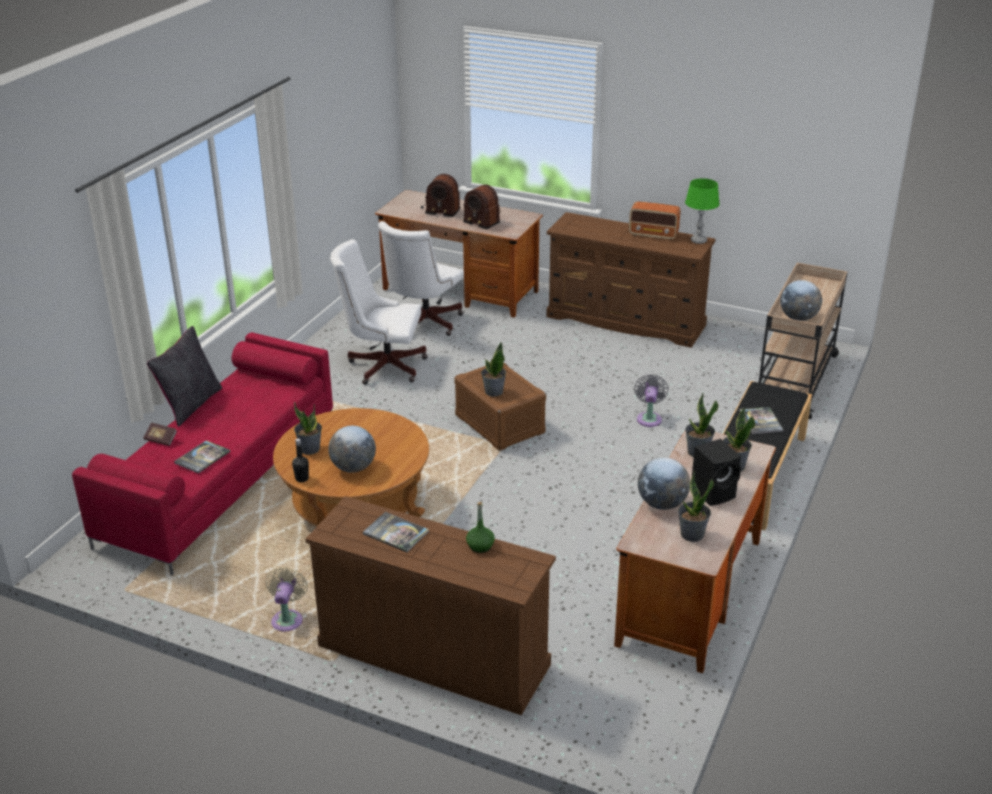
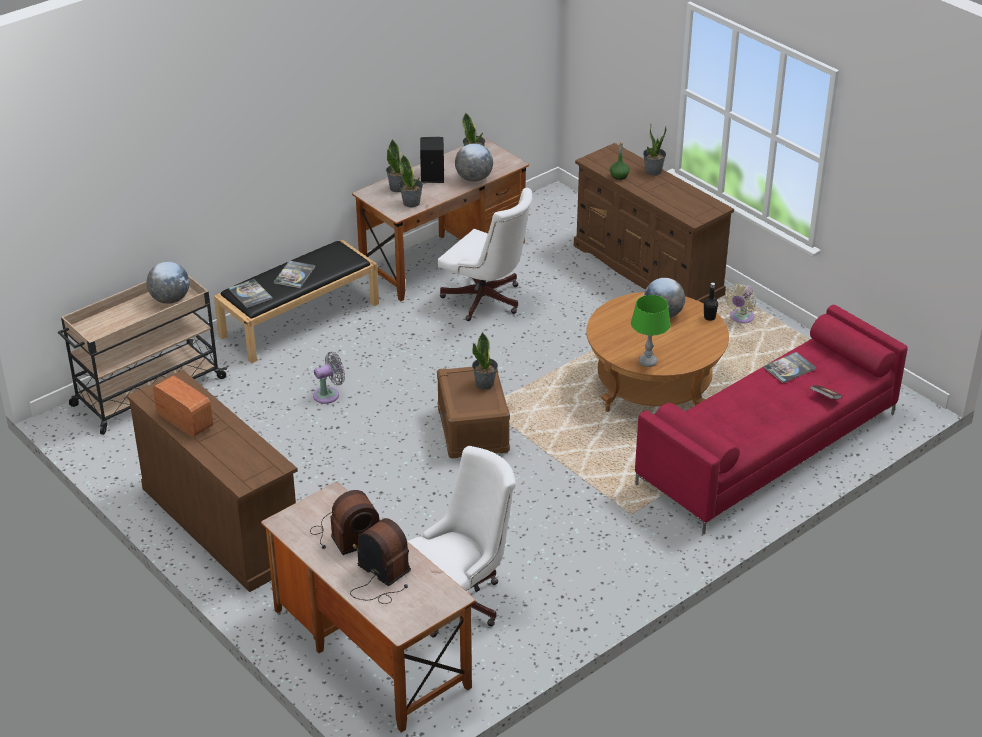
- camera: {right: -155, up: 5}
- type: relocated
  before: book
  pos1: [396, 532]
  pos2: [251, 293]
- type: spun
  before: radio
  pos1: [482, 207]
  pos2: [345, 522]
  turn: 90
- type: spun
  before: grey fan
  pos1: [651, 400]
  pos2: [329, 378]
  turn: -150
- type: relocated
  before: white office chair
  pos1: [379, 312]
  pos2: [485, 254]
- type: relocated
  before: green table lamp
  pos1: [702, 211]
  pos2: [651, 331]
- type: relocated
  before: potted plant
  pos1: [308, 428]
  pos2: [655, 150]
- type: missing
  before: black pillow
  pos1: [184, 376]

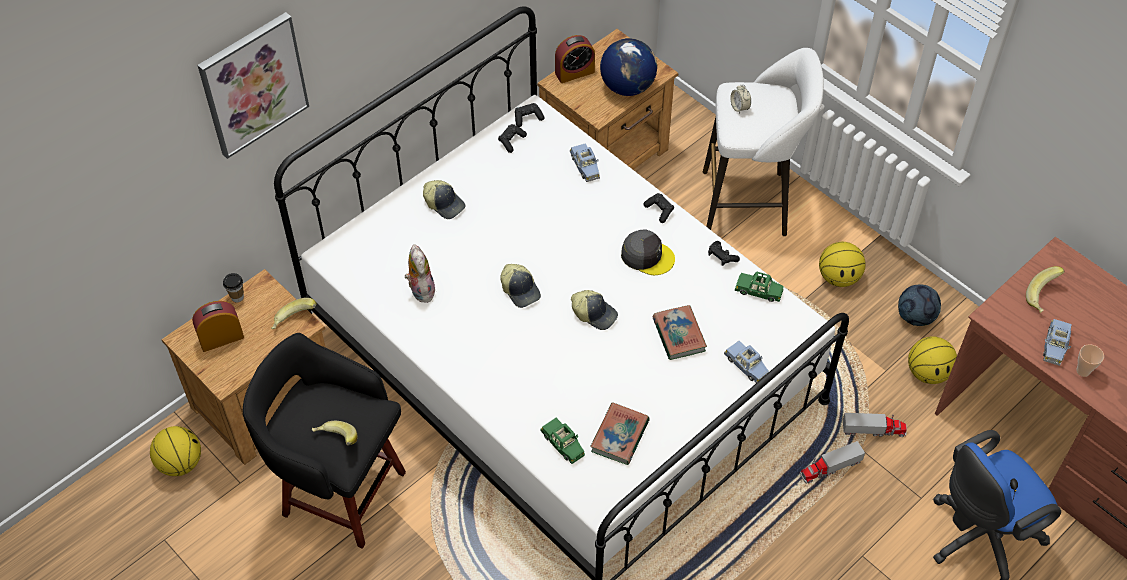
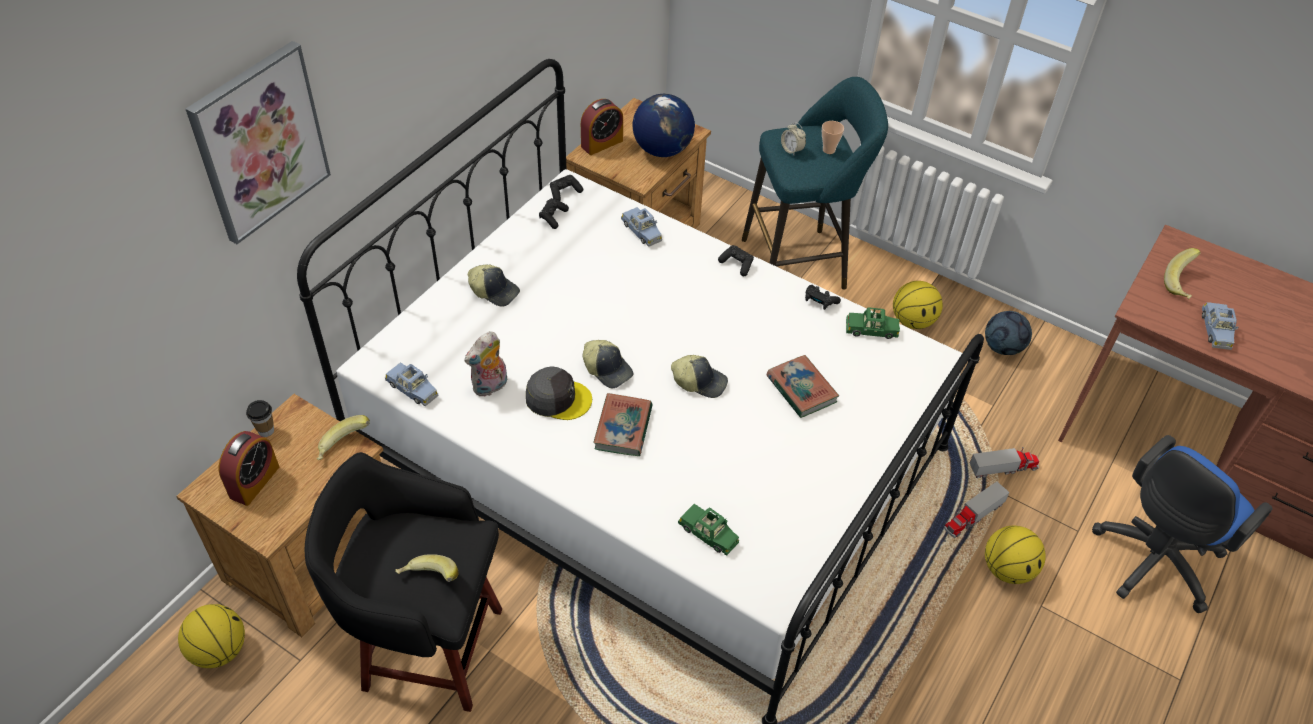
- camera: {right: -15, up: -5}
- type: spun
  before: alarm clock
  pos1: [218, 326]
  pos2: [249, 468]
  turn: 150
- type: relocated
  before: blue toy car
  pos1: [746, 362]
  pos2: [412, 384]
- type: spun
  before: plush toy
  pos1: [420, 273]
  pos2: [485, 363]
  turn: -105
- type: relocated
  before: grey cap
  pos1: [648, 252]
  pos2: [559, 393]
- type: relocated
  before: book
  pos1: [620, 433]
  pos2: [623, 424]
- type: colour
  before: white stool
  after: turquoise stool
  pos1: [763, 142]
  pos2: [815, 183]
- type: relocated
  before: cup
  pos1: [1090, 360]
  pos2: [833, 137]
- type: relocated
  before: basketball
  pos1: [932, 360]
  pos2: [1015, 555]

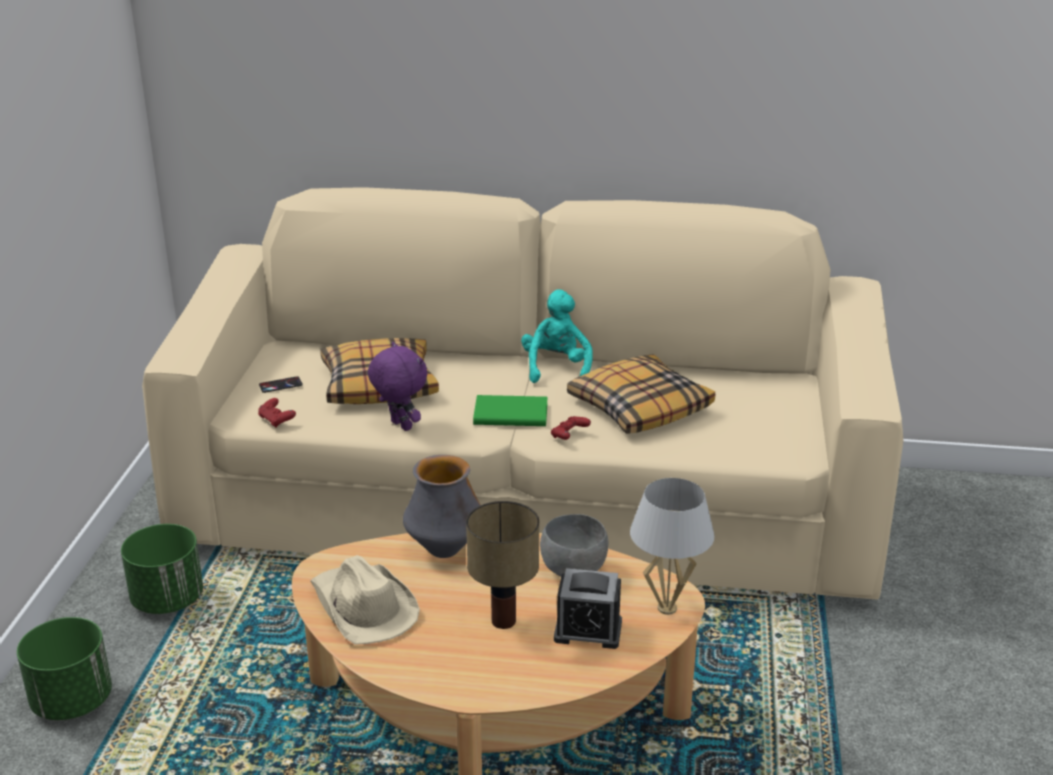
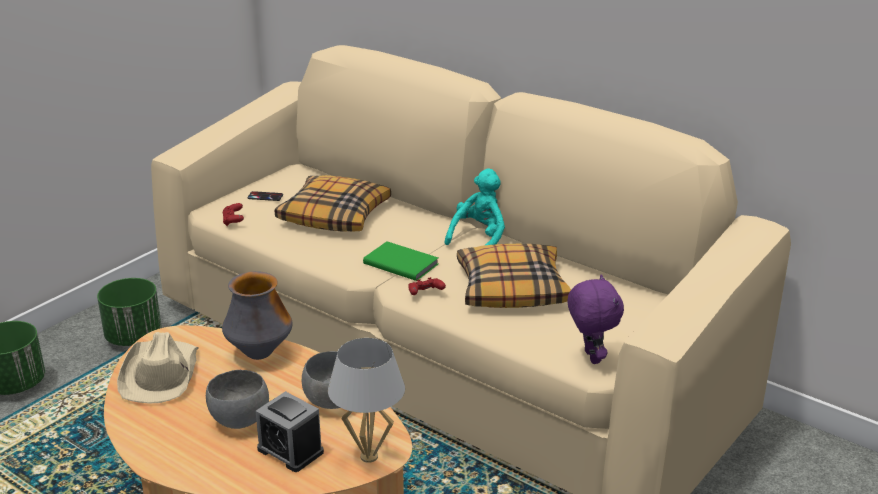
- camera: {right: 30, up: 0}
- type: exchanged
  before: table lamp
  after: grey bowl
  pos1: [502, 565]
  pos2: [237, 399]
- type: relocated
  before: purple plush toy
  pos1: [397, 386]
  pos2: [595, 319]

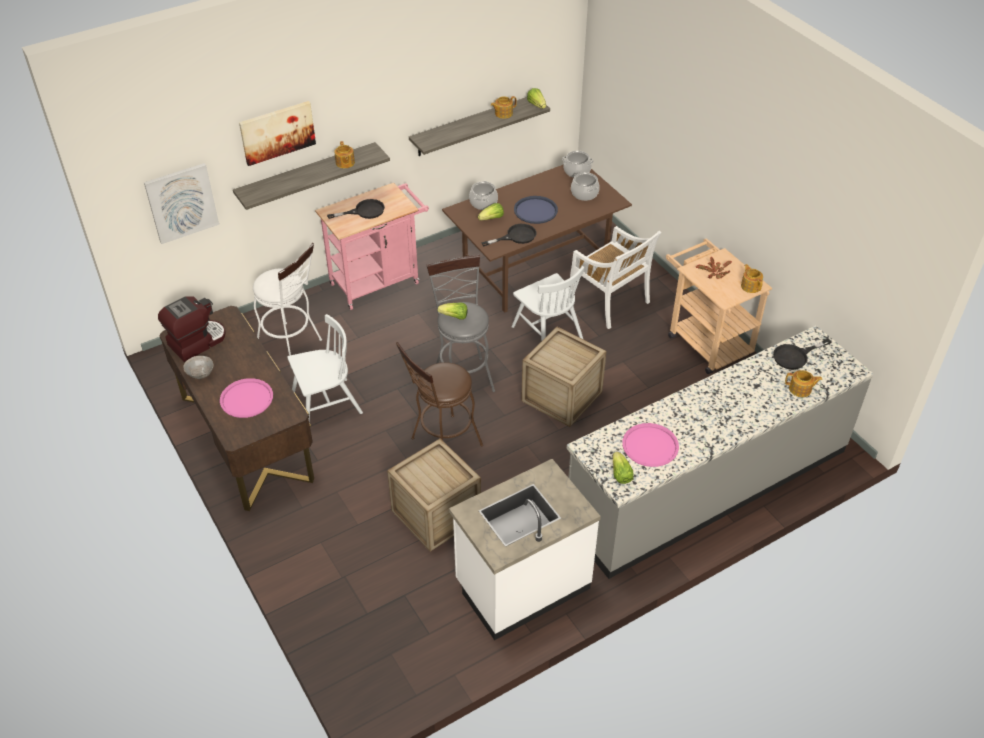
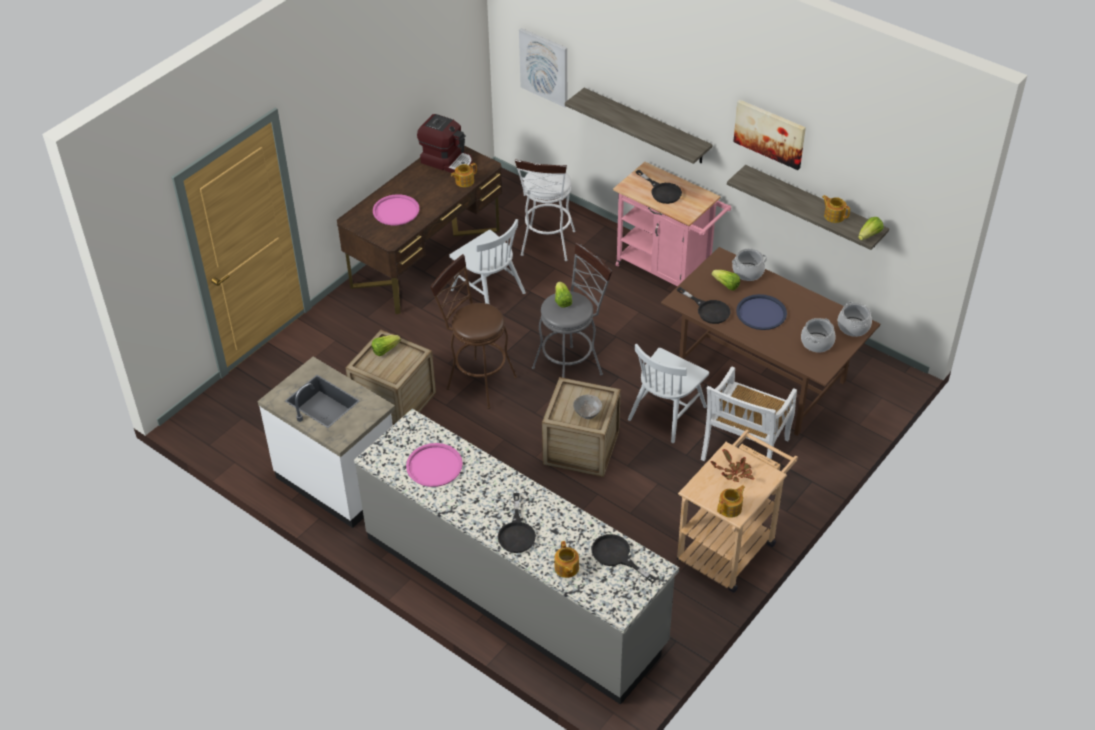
- camera: {right: 70, up: 0}
- type: relocated
  before: lettuce
  pos1: [623, 468]
  pos2: [386, 345]
- type: relocated
  before: teapot
  pos1: [344, 154]
  pos2: [464, 175]
- type: appeared
  after: black frying pan
  pos2: [517, 523]
- type: relocated
  before: grey bowl
  pos1: [198, 367]
  pos2: [587, 406]
- type: relocated
  before: picture
  pos1: [277, 133]
  pos2: [769, 135]

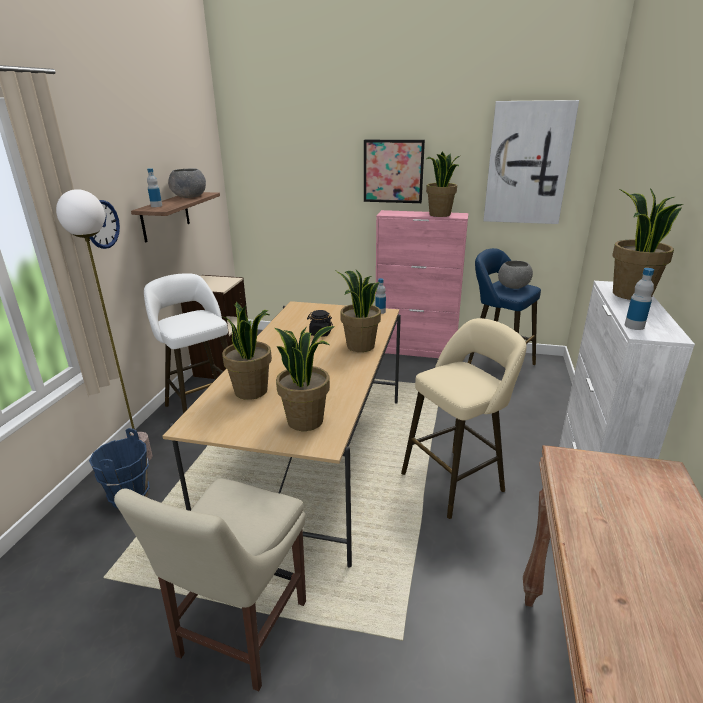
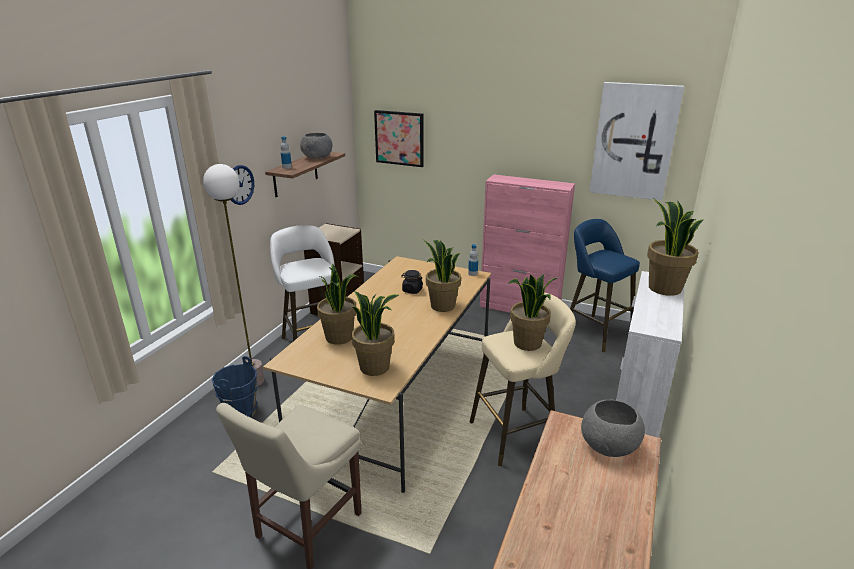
- camera: {right: 10, up: 0}
- type: relocated
  before: picture
  pos1: [394, 171]
  pos2: [399, 138]
- type: relocated
  before: potted plant
  pos1: [443, 184]
  pos2: [532, 312]
- type: relocated
  before: grey bowl
  pos1: [515, 275]
  pos2: [613, 428]
- type: missing
  before: bottle
  pos1: [639, 299]

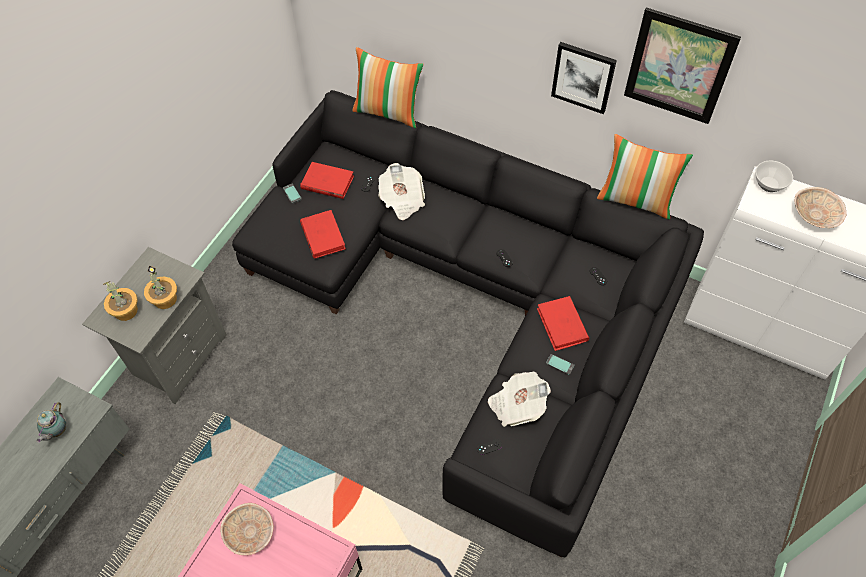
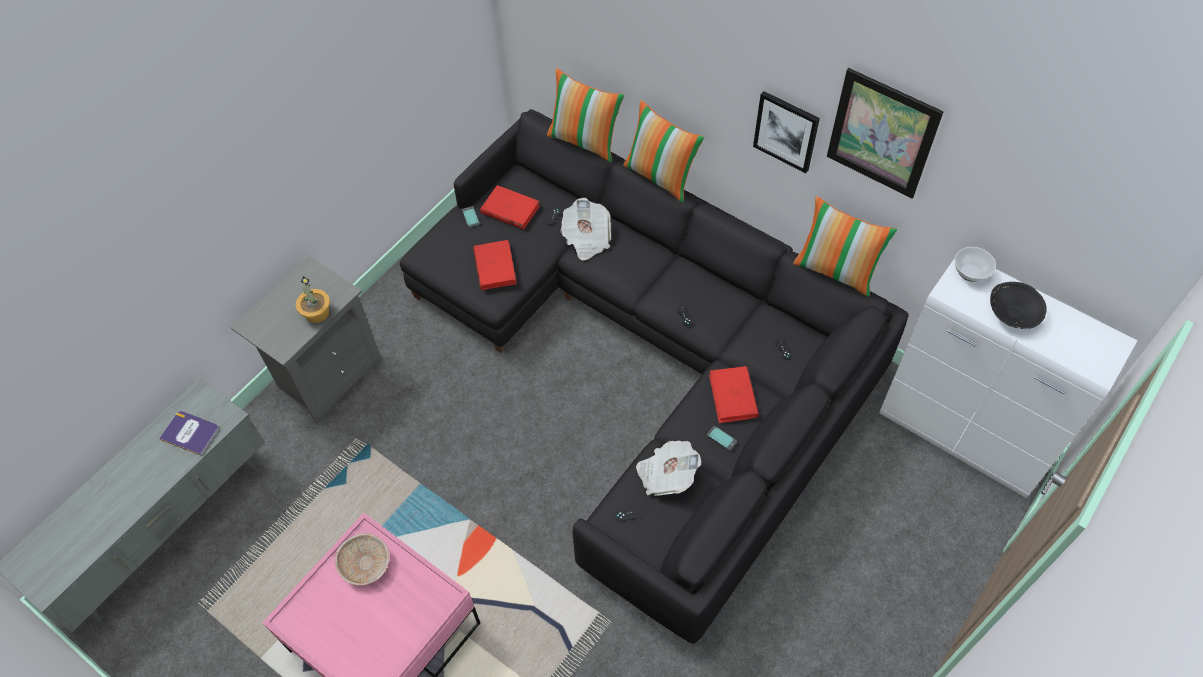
- camera: {right: 10, up: 0}
- type: exchanged
  before: teapot
  after: book
  pos1: [51, 422]
  pos2: [189, 433]
- type: appeared
  after: pillow
  pos2: [663, 151]
- type: colour
  before: beige bowl
  after: black bowl
  pos1: [820, 207]
  pos2: [1018, 305]
- type: missing
  before: potted plant
  pos1: [120, 301]

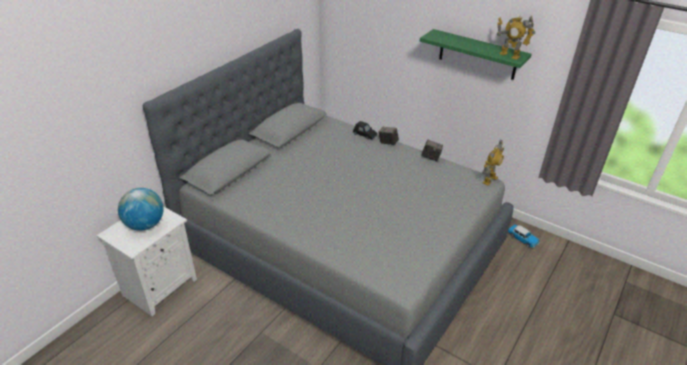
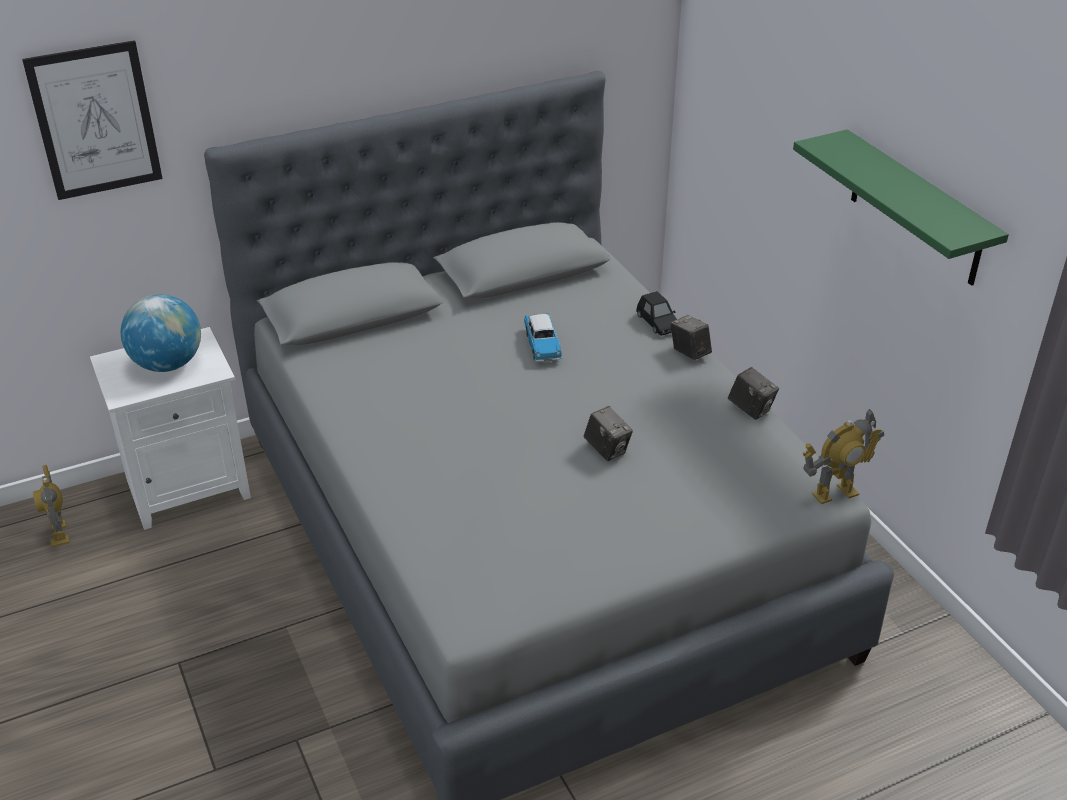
- camera: {right: 30, up: 0}
- type: appeared
  after: picture
  pos2: [92, 120]
- type: relocated
  before: toy robot
  pos1: [516, 38]
  pos2: [51, 506]
- type: relocated
  before: toy car
  pos1: [523, 236]
  pos2: [543, 337]
- type: appeared
  after: photo camera
  pos2: [608, 433]

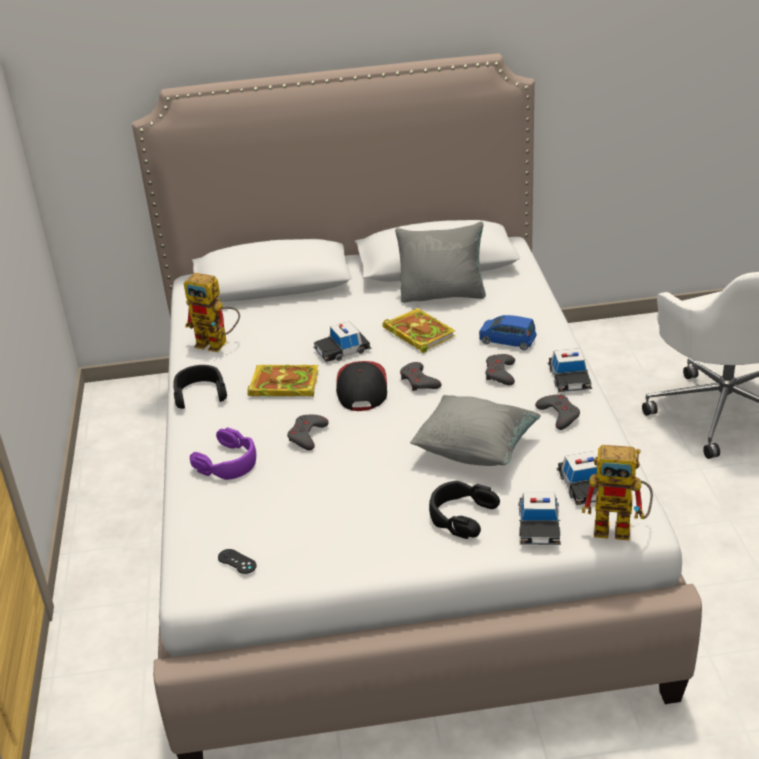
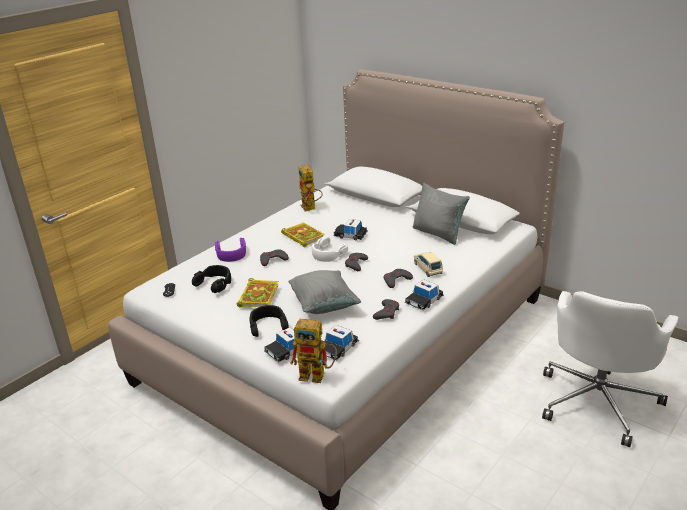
- camera: {right: 45, up: -5}
- type: relocated
  before: black headphones
  pos1: [200, 387]
  pos2: [211, 279]
- type: relocated
  before: book
  pos1: [418, 330]
  pos2: [258, 293]
- type: spun
  before: toy robot
  pos1: [617, 492]
  pos2: [313, 351]
  turn: -45
- type: exchanged
  before: cap
  after: white headphones
  pos1: [361, 386]
  pos2: [330, 249]
- type: colour
  before: blue toy car
  after: beige toy car
  pos1: [507, 333]
  pos2: [428, 264]

